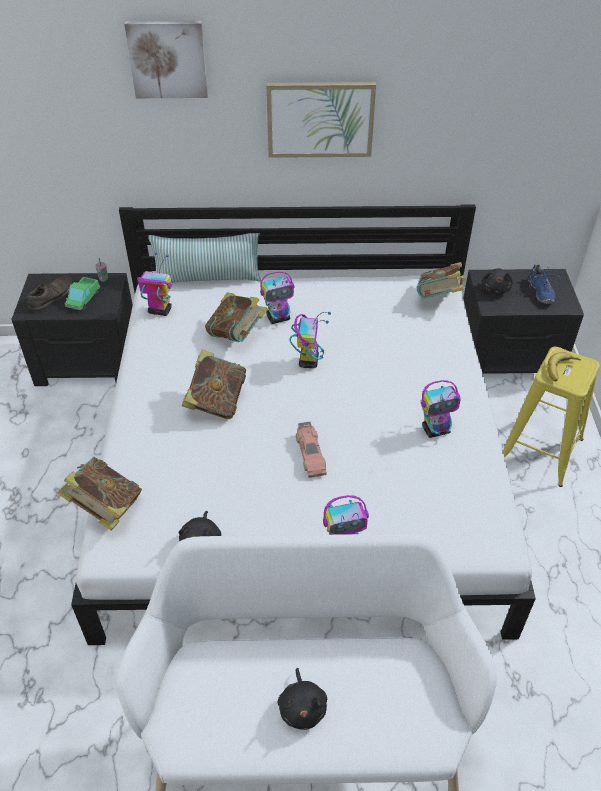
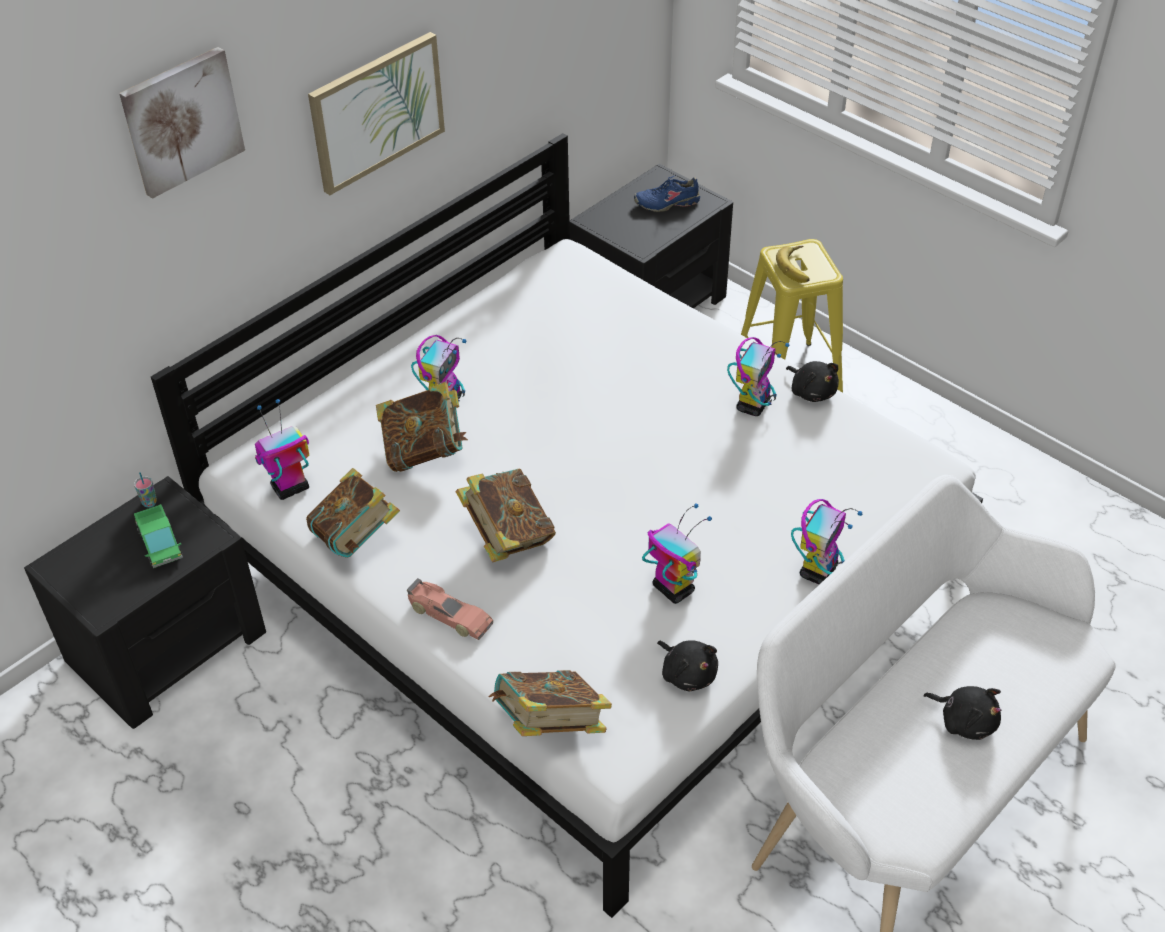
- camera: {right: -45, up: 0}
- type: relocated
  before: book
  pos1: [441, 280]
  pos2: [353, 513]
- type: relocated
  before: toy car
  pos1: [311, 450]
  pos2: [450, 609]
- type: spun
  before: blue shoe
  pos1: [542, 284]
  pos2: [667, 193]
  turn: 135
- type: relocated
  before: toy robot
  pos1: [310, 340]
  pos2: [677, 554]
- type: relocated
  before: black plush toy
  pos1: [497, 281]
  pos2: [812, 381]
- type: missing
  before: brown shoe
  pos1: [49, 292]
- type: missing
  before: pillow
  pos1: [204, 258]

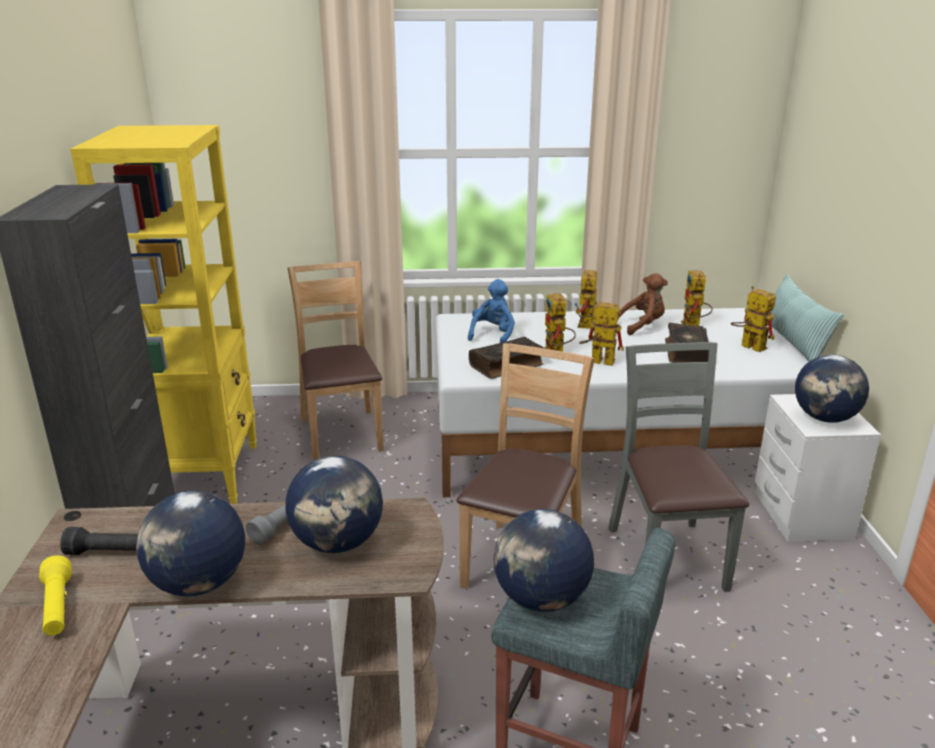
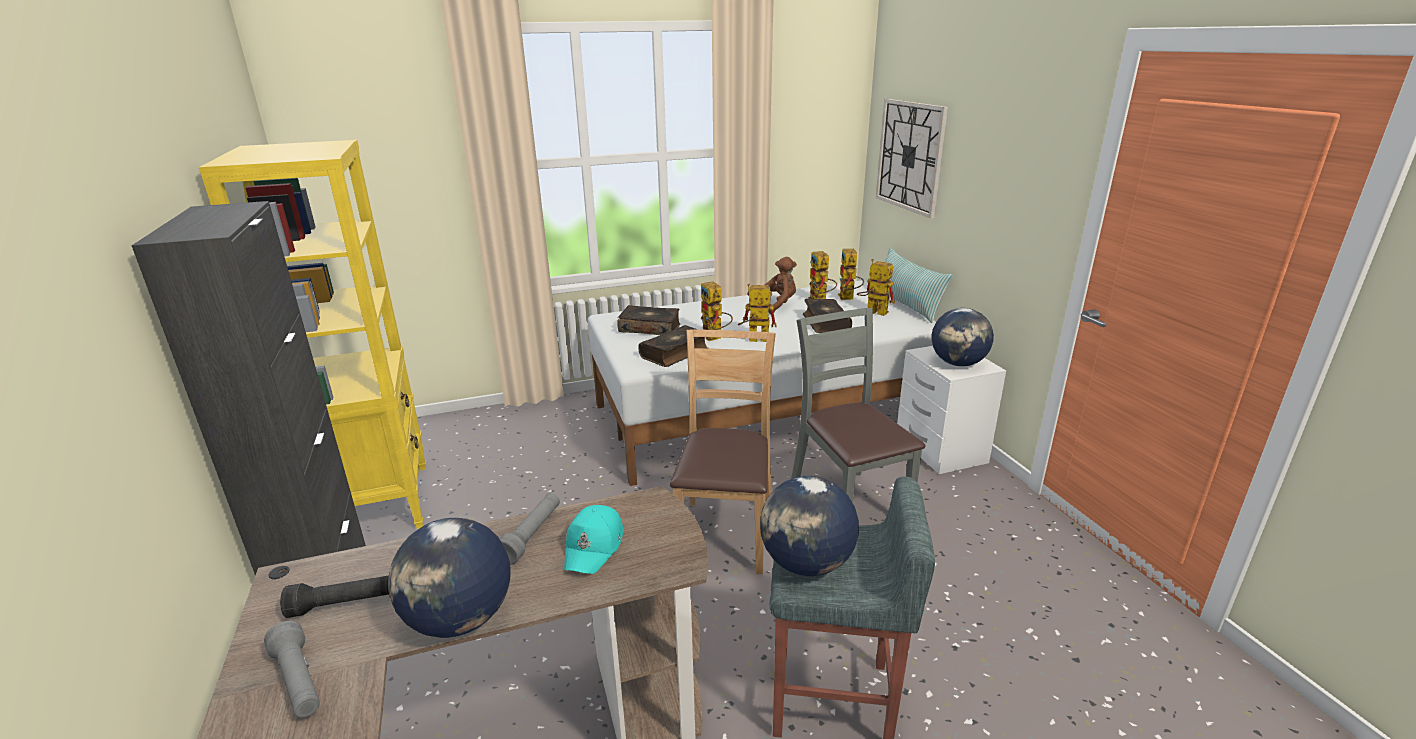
- camera: {right: -15, up: 0}
- type: colour
  before: yellow flashlight
  after: grey flashlight
  pos1: [55, 595]
  pos2: [292, 669]
- type: exchanged
  before: globe
  after: turquoise cap
  pos1: [334, 504]
  pos2: [594, 539]
- type: exchanged
  before: blue plush toy
  after: book
  pos1: [491, 311]
  pos2: [648, 320]
- type: relocated
  before: toy robot
  pos1: [586, 299]
  pos2: [851, 274]
- type: appeared
  after: wall clock
  pos2: [912, 158]
- type: missing
  before: brown chair
  pos1: [336, 361]

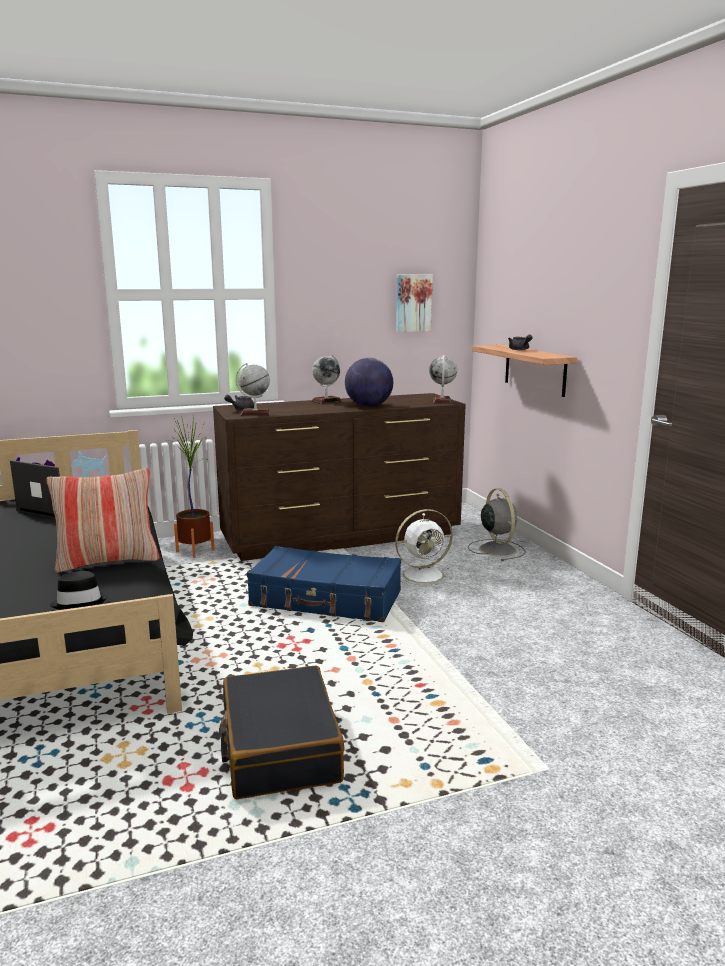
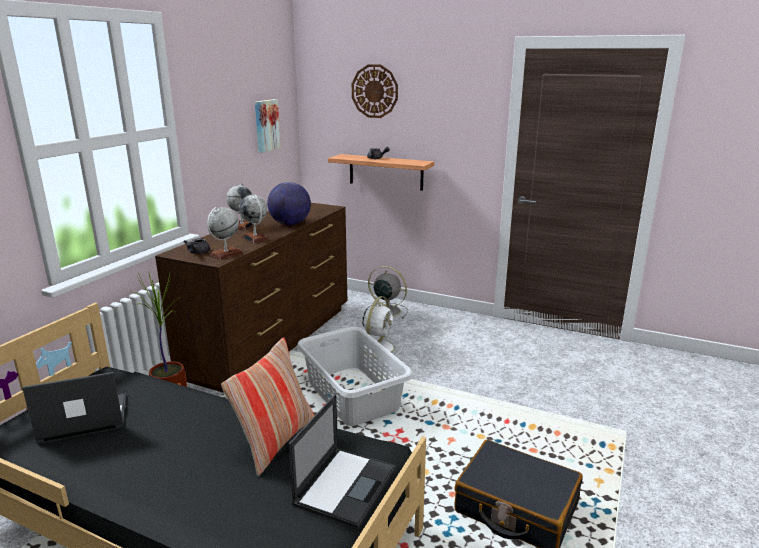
- camera: {right: -45, up: 5}
- type: relocated
  before: globe
  pos1: [443, 379]
  pos2: [254, 219]
- type: exchanged
  before: black hat
  after: laptop
  pos1: [79, 590]
  pos2: [342, 461]
- type: exchanged
  before: blue suitcase
  after: grey laundry basket
  pos1: [324, 584]
  pos2: [355, 376]
- type: appeared
  after: wall clock
  pos2: [375, 91]

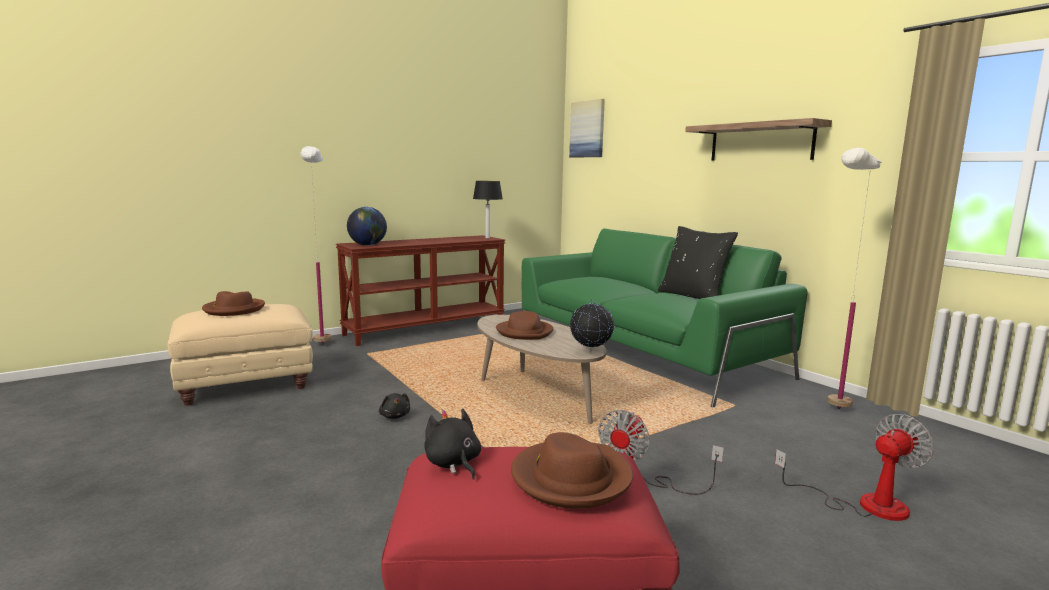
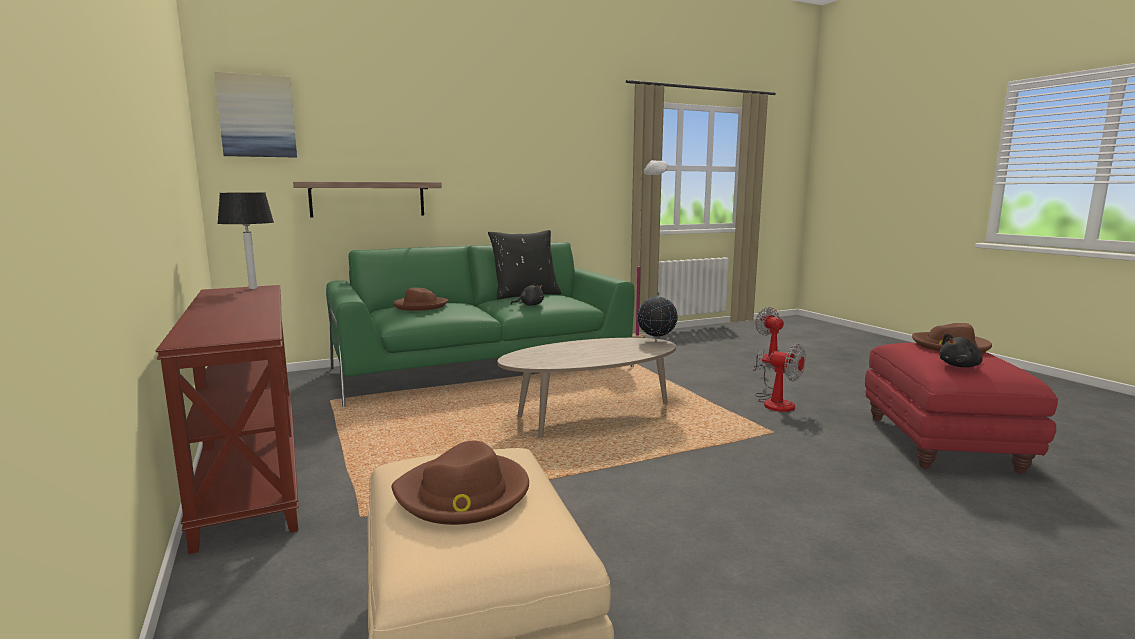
- camera: {right: -80, up: 0}
- type: relocated
  before: shelf
  pos1: [758, 139]
  pos2: [367, 199]
- type: relocated
  before: brown hat
  pos1: [524, 325]
  pos2: [421, 299]
- type: relocated
  before: black plush toy
  pos1: [394, 406]
  pos2: [527, 294]
- type: missing
  before: white floor lamp
  pos1: [315, 245]
- type: missing
  before: globe
  pos1: [367, 226]

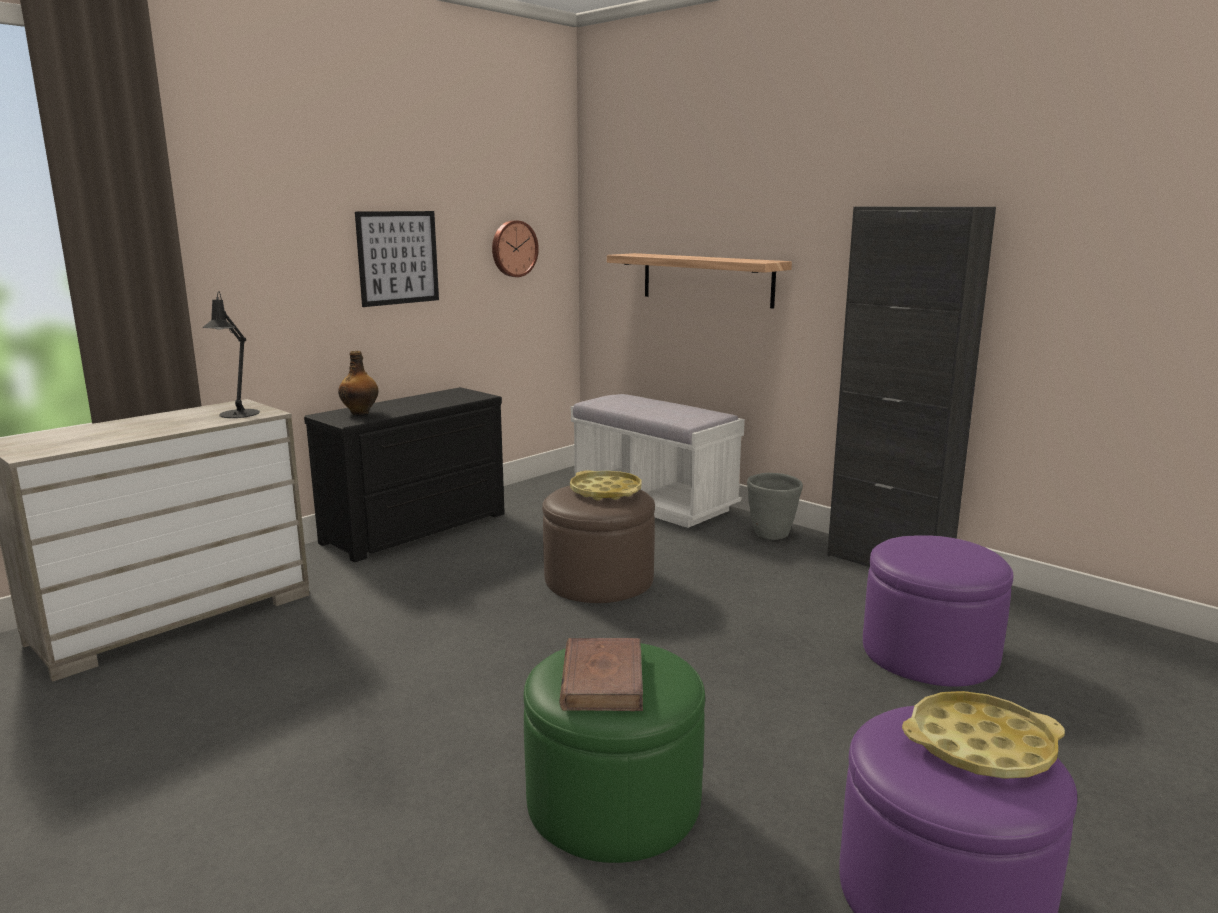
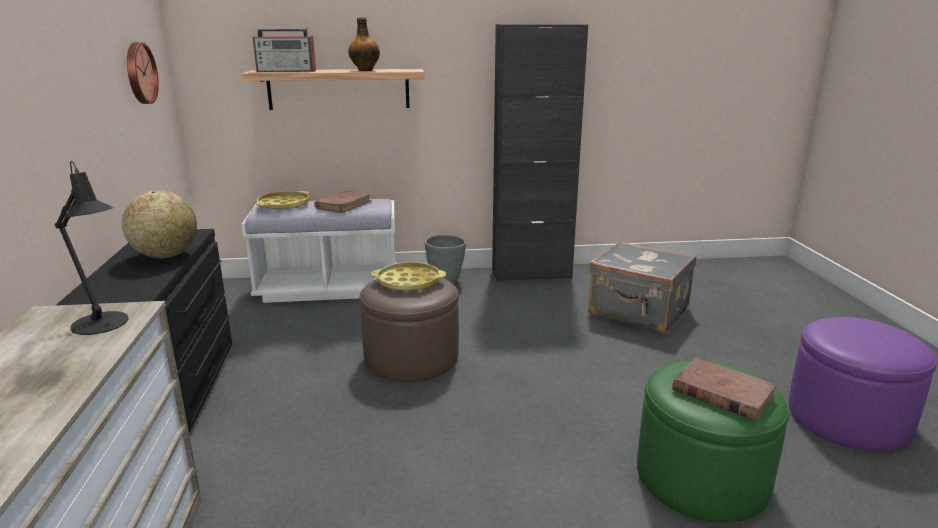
- camera: {right: -50, up: 5}
- type: appeared
  after: globe
  pos2: [159, 224]
- type: appeared
  after: radio
  pos2: [284, 49]
- type: relocated
  before: yellow tray
  pos1: [983, 735]
  pos2: [283, 200]
- type: appeared
  after: brown book
  pos2: [343, 202]
- type: relocated
  before: bottle
  pos1: [358, 383]
  pos2: [364, 44]
- type: exchanged
  before: purple ottoman
  after: grey suitcase
  pos1: [938, 611]
  pos2: [642, 287]
- type: missing
  before: picture
  pos1: [397, 259]

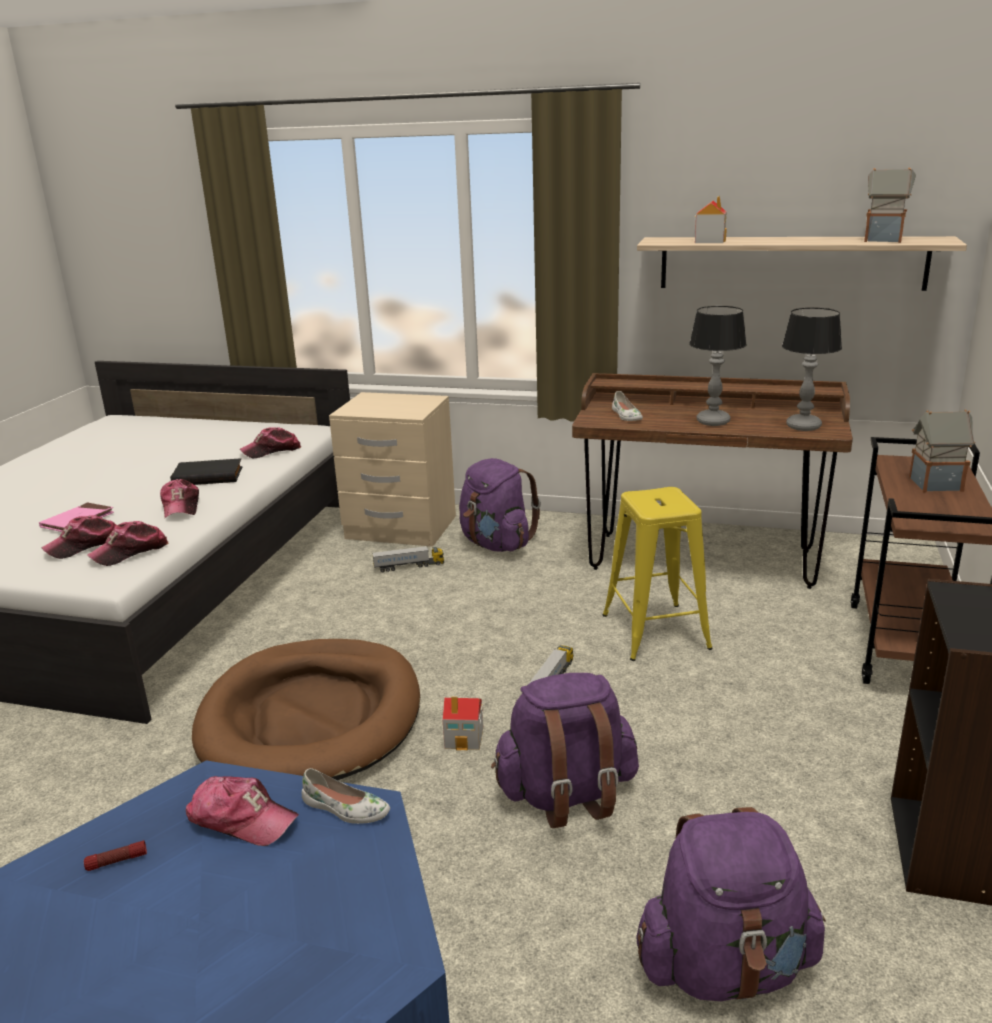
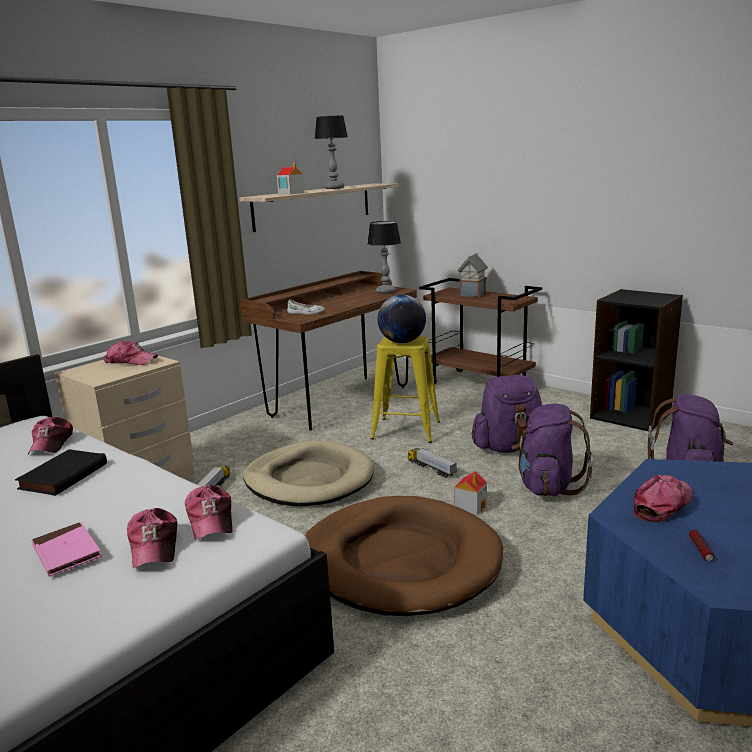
- camera: {right: -65, up: -5}
- type: relocated
  before: cap
  pos1: [179, 498]
  pos2: [131, 353]
- type: appeared
  after: beige dog bed
  pos2: [308, 473]
- type: relocated
  before: table lamp
  pos1: [718, 366]
  pos2: [331, 152]
- type: appeared
  after: globe
  pos2: [402, 318]
- type: relocated
  before: purple backpack
  pos1: [500, 505]
  pos2: [507, 414]
- type: missing
  before: white shoe
  pos1: [346, 796]
- type: missing
  before: toy house
  pos1: [890, 205]

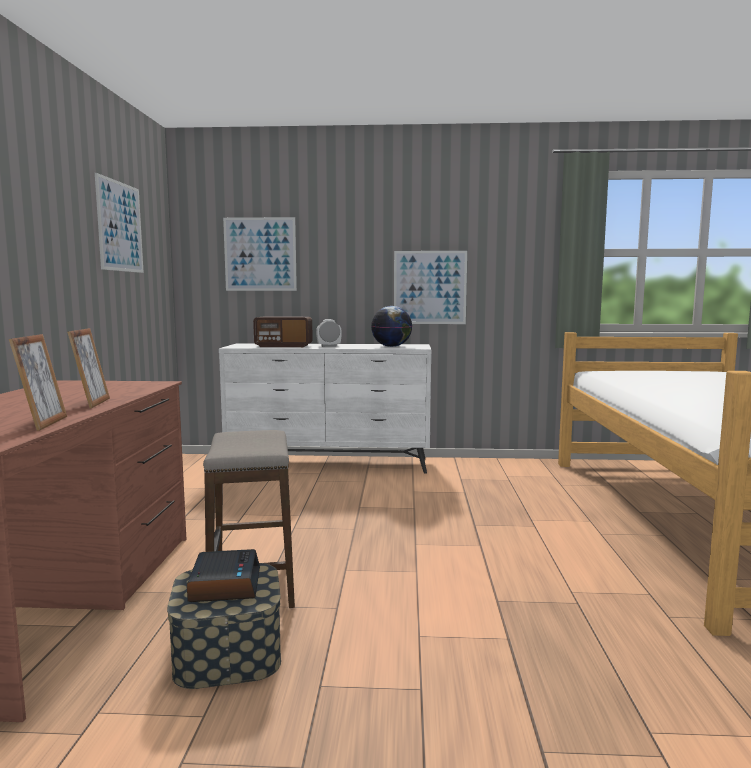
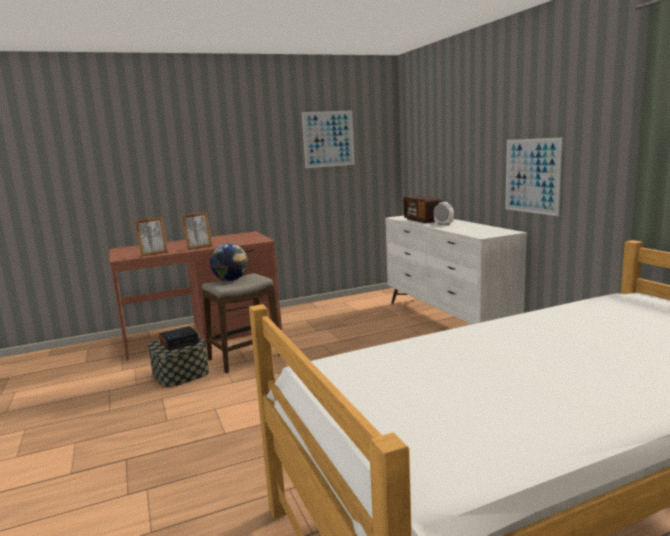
- camera: {right: 65, up: 5}
- type: relocated
  before: globe
  pos1: [391, 326]
  pos2: [229, 262]
- type: missing
  before: picture
  pos1: [260, 254]

